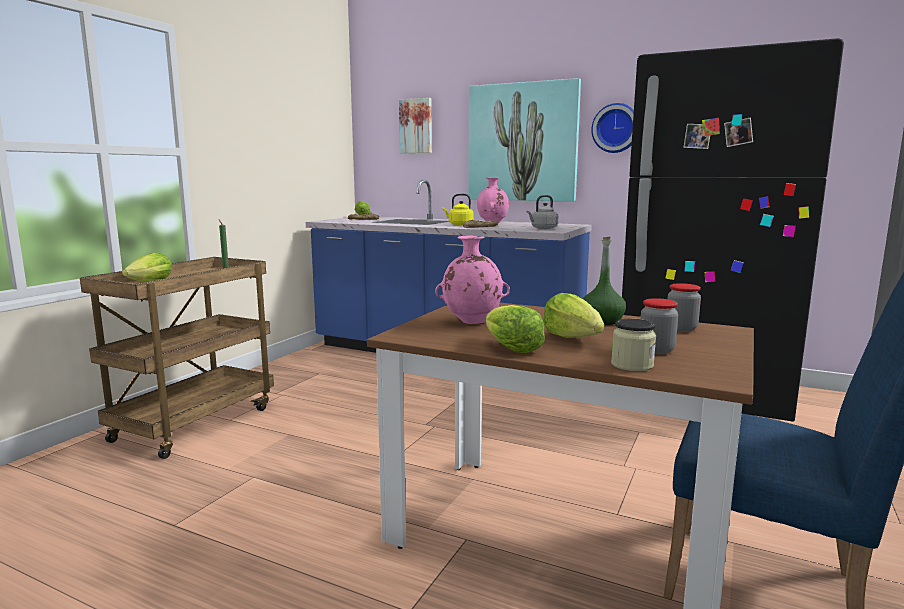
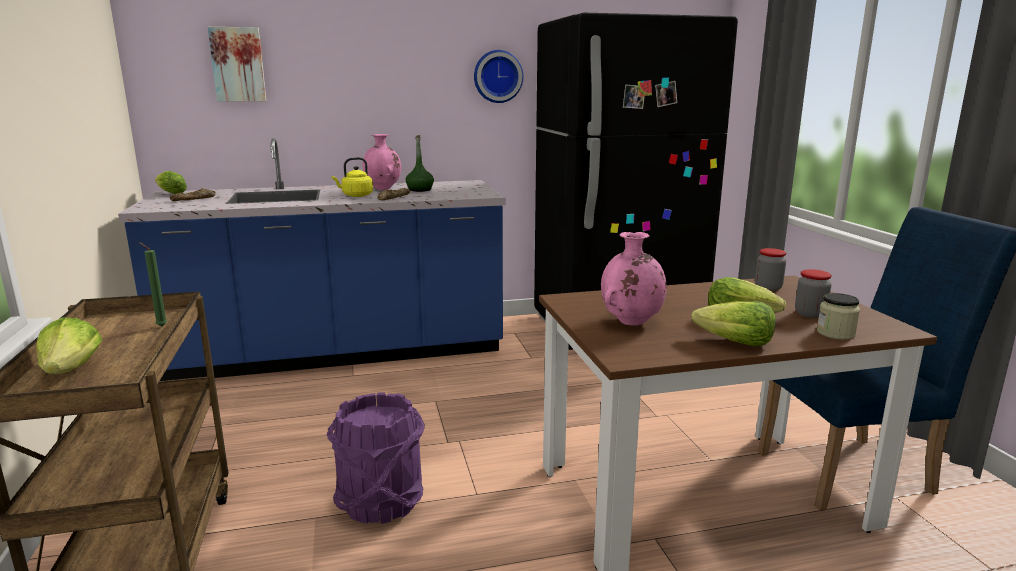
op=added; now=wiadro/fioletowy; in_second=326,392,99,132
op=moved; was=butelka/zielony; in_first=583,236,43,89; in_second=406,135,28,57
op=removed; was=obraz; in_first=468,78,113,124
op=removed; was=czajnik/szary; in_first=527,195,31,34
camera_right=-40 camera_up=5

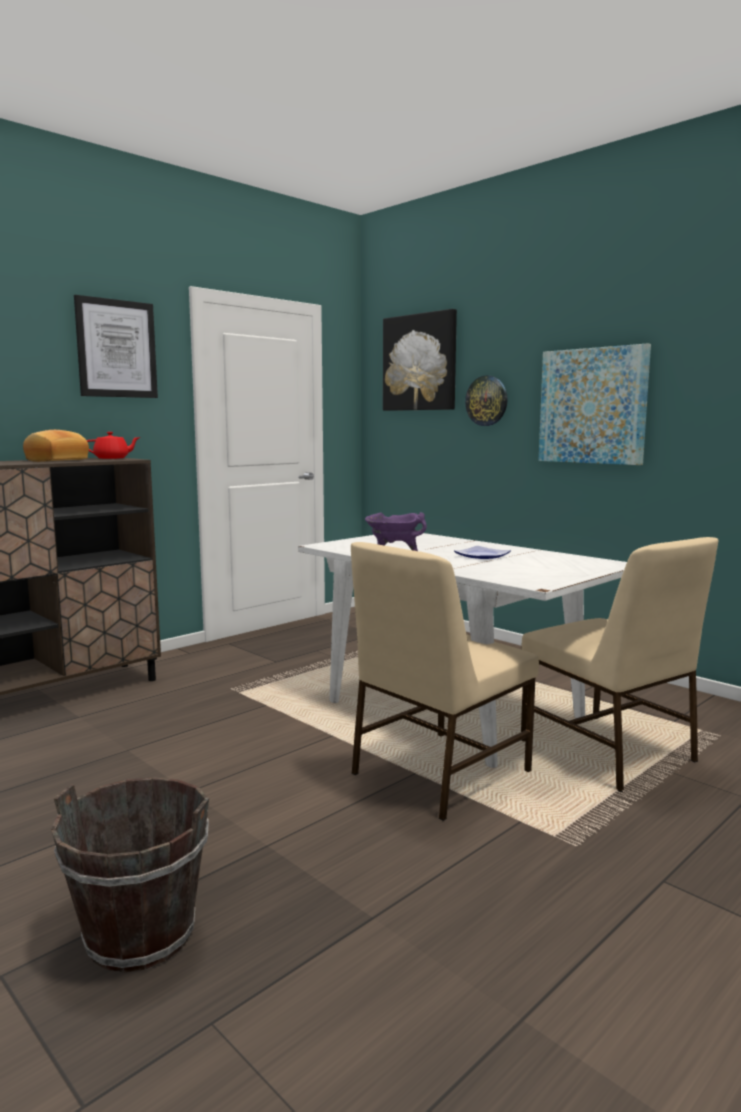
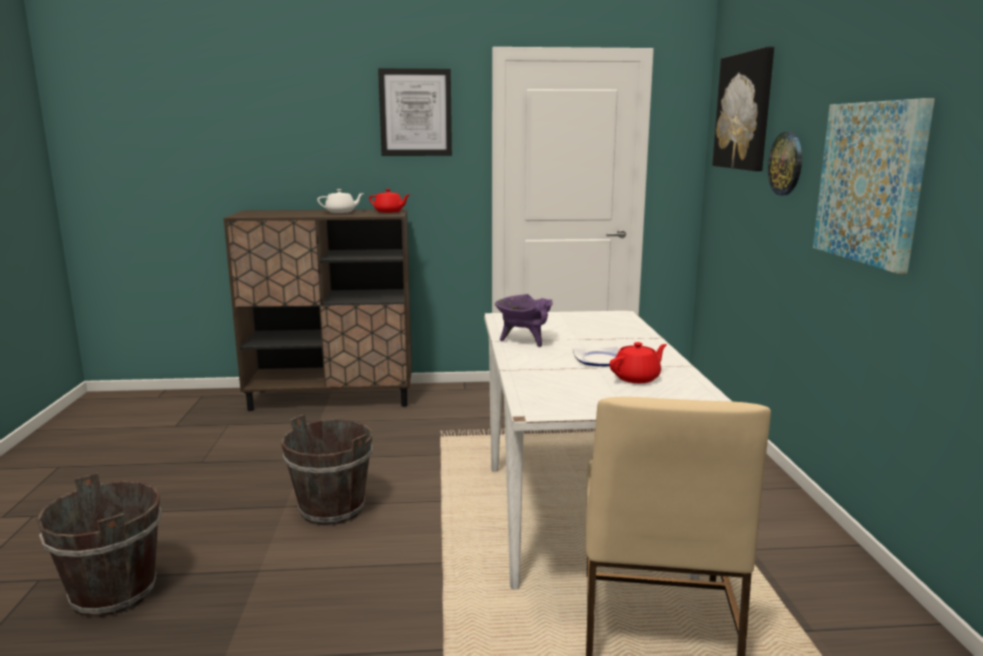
op=added; now=wiadro/brązowy; in_second=281,414,91,111
op=replaced; was=chleb; now=imbryk/biały; in_first=23,430,66,32; in_second=317,189,47,24
op=added; now=imbryk/czerwony; in_second=610,342,57,41
op=removed; was=krzesło/beżowy; in_first=351,542,188,279
camera_right=40 camera_up=5

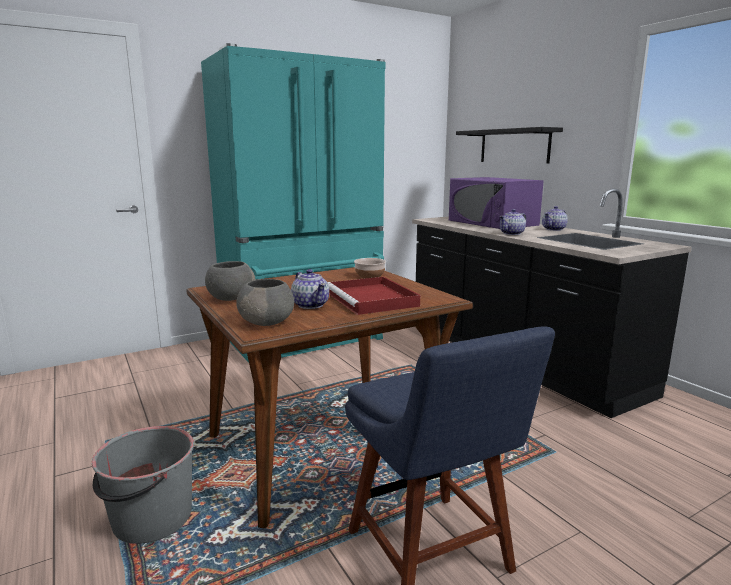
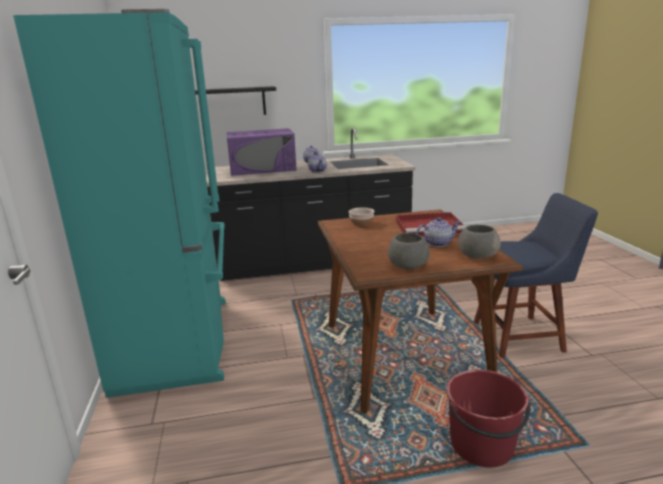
op=recoloured; was=wiadro/szary; now=wiadro/czerwony; in_first=92,426,102,118; in_second=446,370,84,97
camera_right=-70 camera_up=5

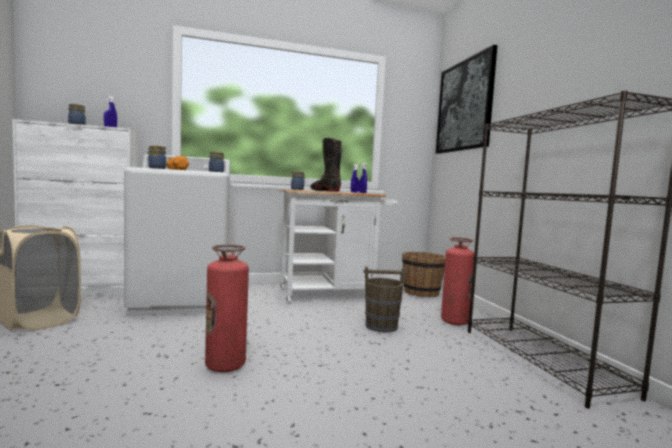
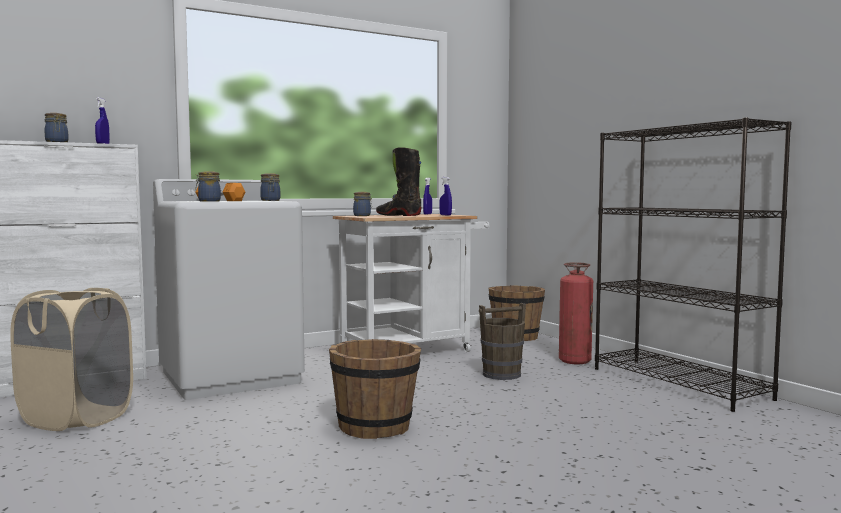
op=replaced; was=gaśnica; now=wiadro/brązowy; in_first=205,244,44,128; in_second=329,339,92,100
op=removed; was=obraz; in_first=436,45,61,109
camera_right=-15 camera_up=0

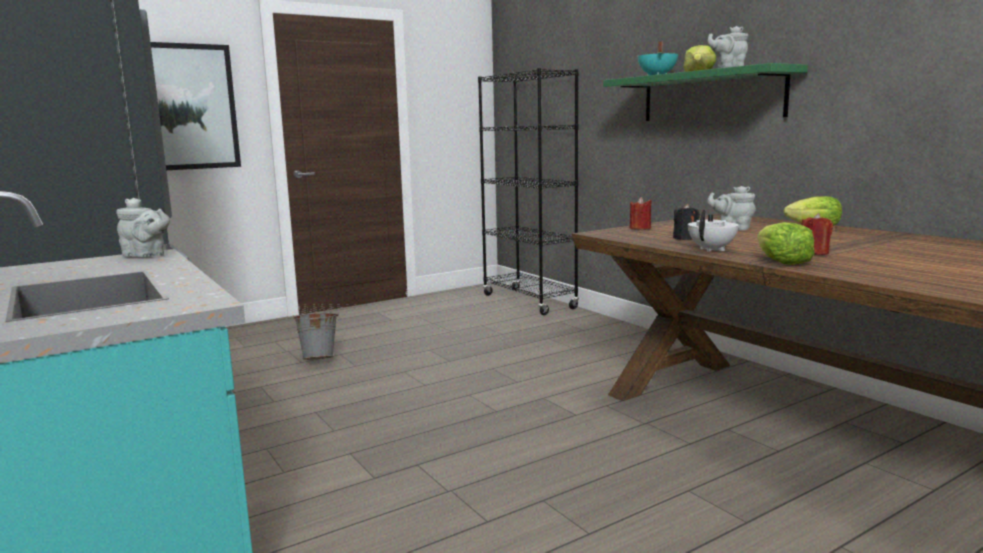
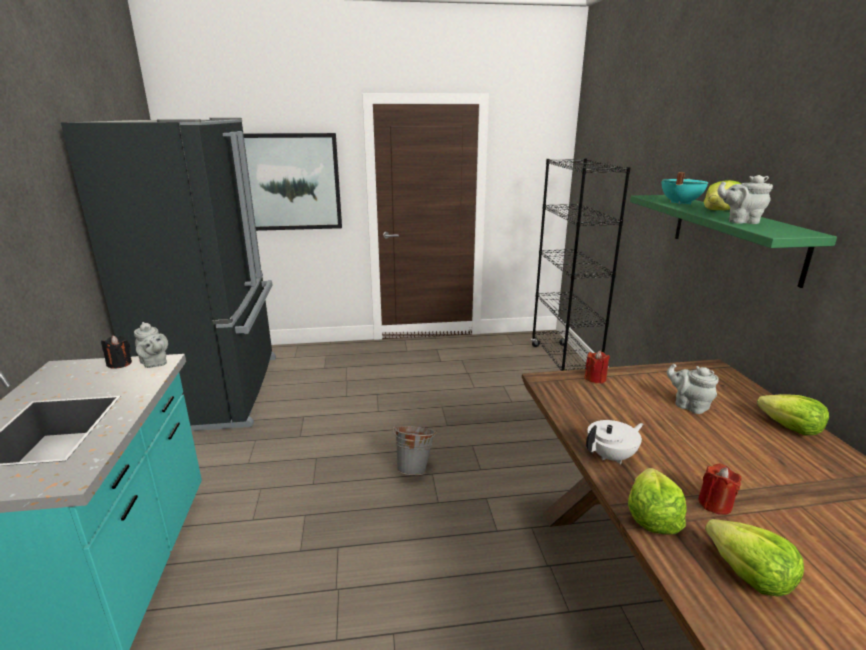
op=moved; was=świeca/czarny; in_first=673,204,27,36; in_second=101,335,31,33
op=moved; was=wiadro/szary; in_first=293,313,46,47; in_second=393,425,44,50
op=added; now=sałata; in_second=705,519,99,77
camera_right=25 camera_up=10

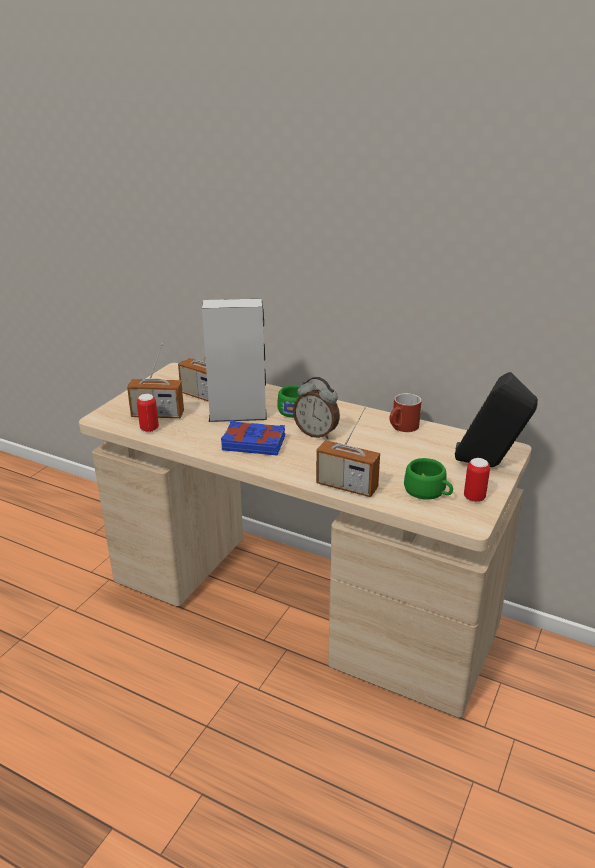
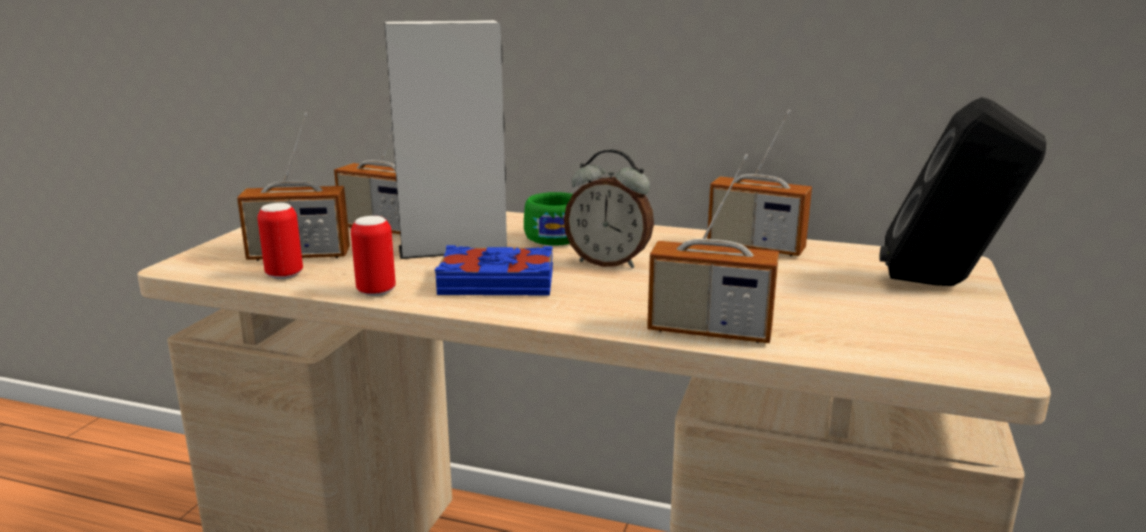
op=moved; was=puszka; in_first=464,458,26,44; in_second=351,216,45,80
op=replaced; was=kubek/czerwony; now=radio; in_first=389,393,33,39; in_second=707,110,105,146
op=removed; was=filiżanka/zielony; in_first=404,458,49,42
camera_right=-10 camera_up=-10

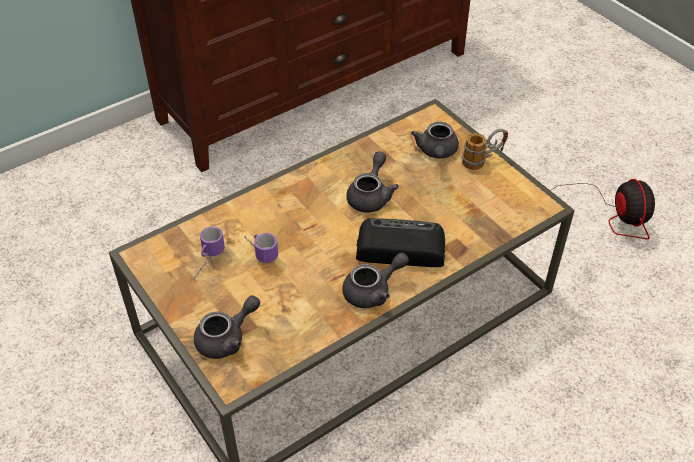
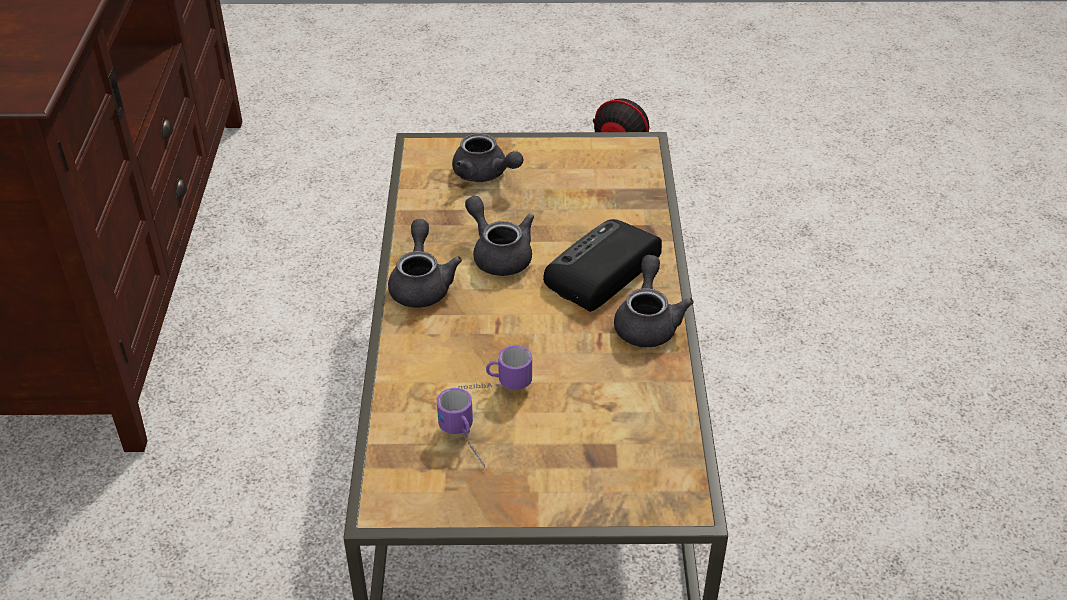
op=moved; was=imbryk/szary; in_first=194,295,66,64; in_second=388,219,74,89
op=removed; was=kubek; in_first=462,129,46,41
camera_right=-55 camera_up=-5

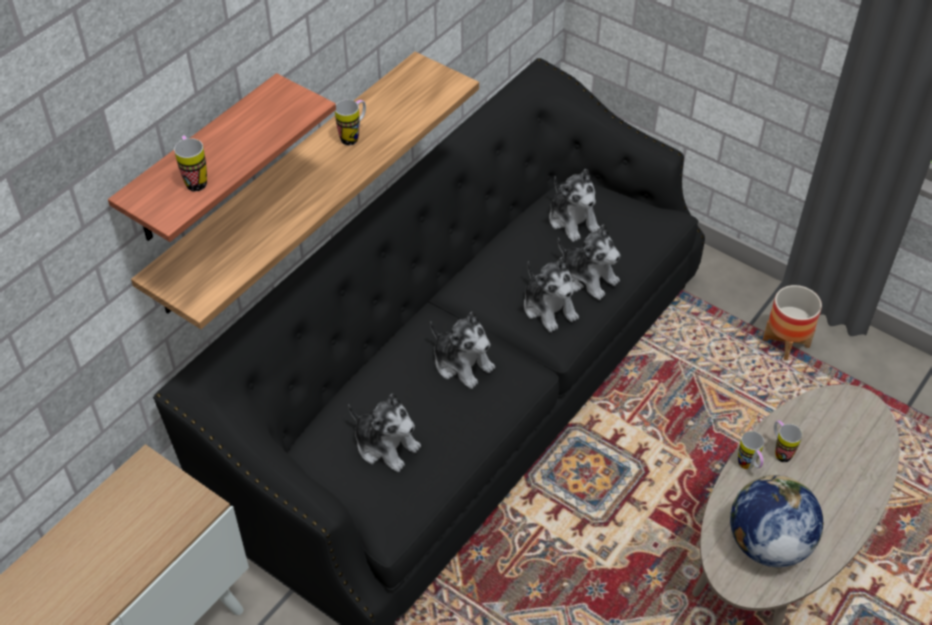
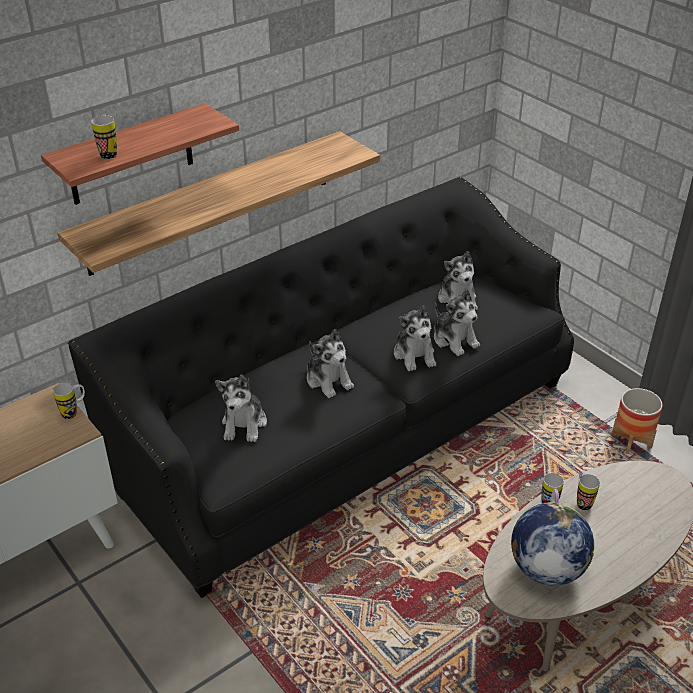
op=moved; was=kubek; in_first=335,100,31,45; in_second=53,382,32,37
op=turned; was=pluszak; in_first=348,394,73,78; in_second=215,375,52,67; clockwise=45
camera_right=15 camera_up=-10

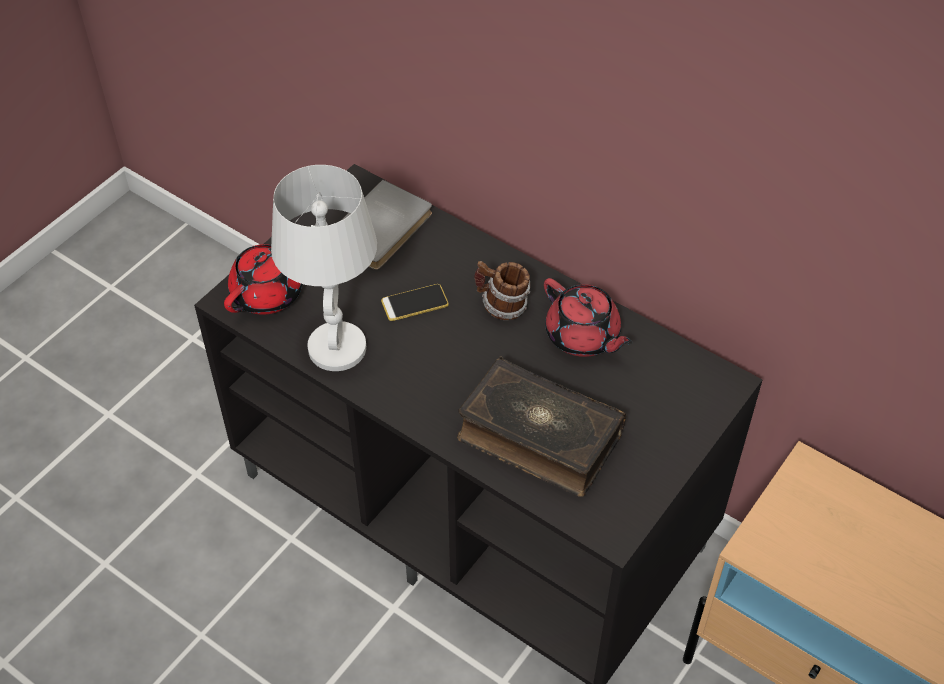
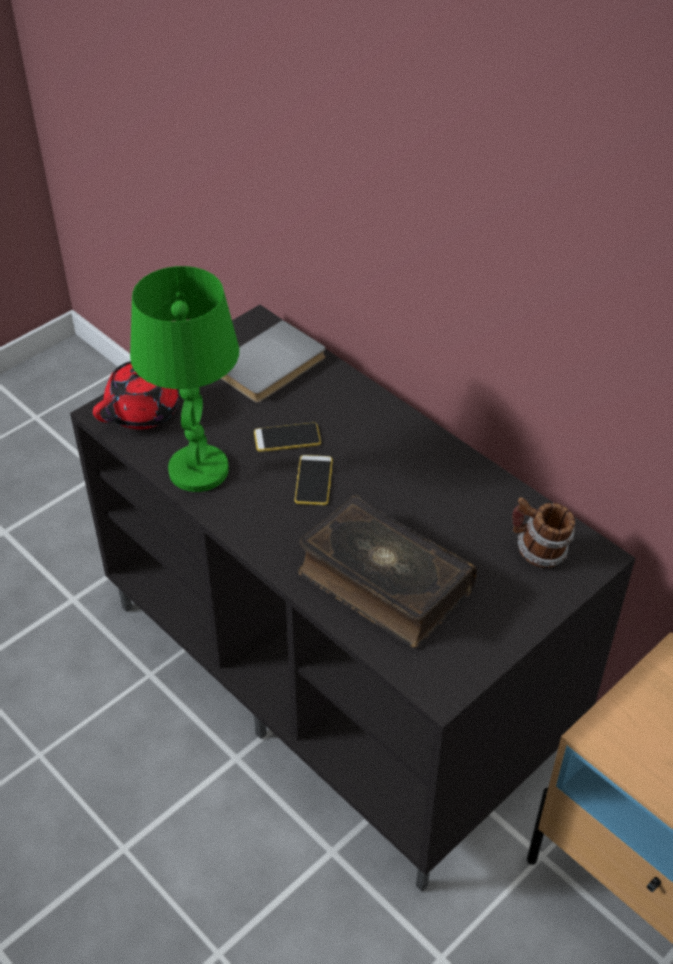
op=recoloured; was=lampa stołowa/biały; now=lampa stołowa/zielony; in_first=271,165,106,206; in_second=130,266,109,226
op=added; now=telefon; in_second=294,455,39,50
op=moved; was=kubek; in_first=475,261,55,59; in_second=512,497,63,71
op=removed; was=imbryk/czerwony; in_first=544,278,89,79
camera_right=10 camera_up=-5

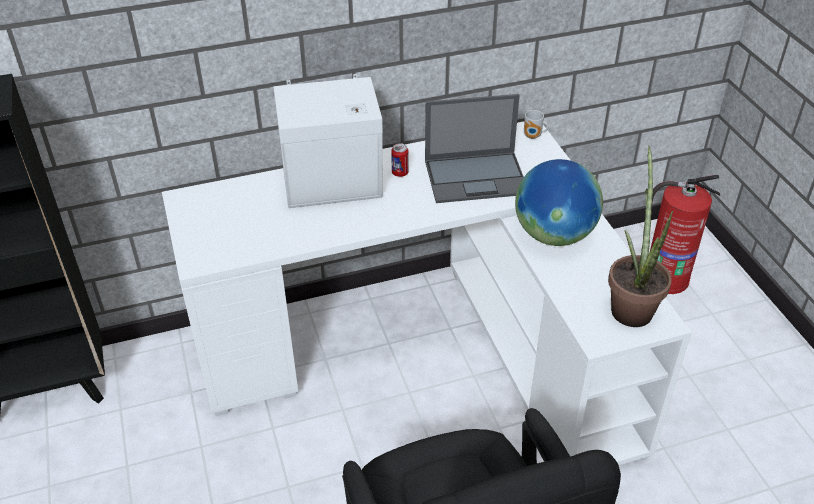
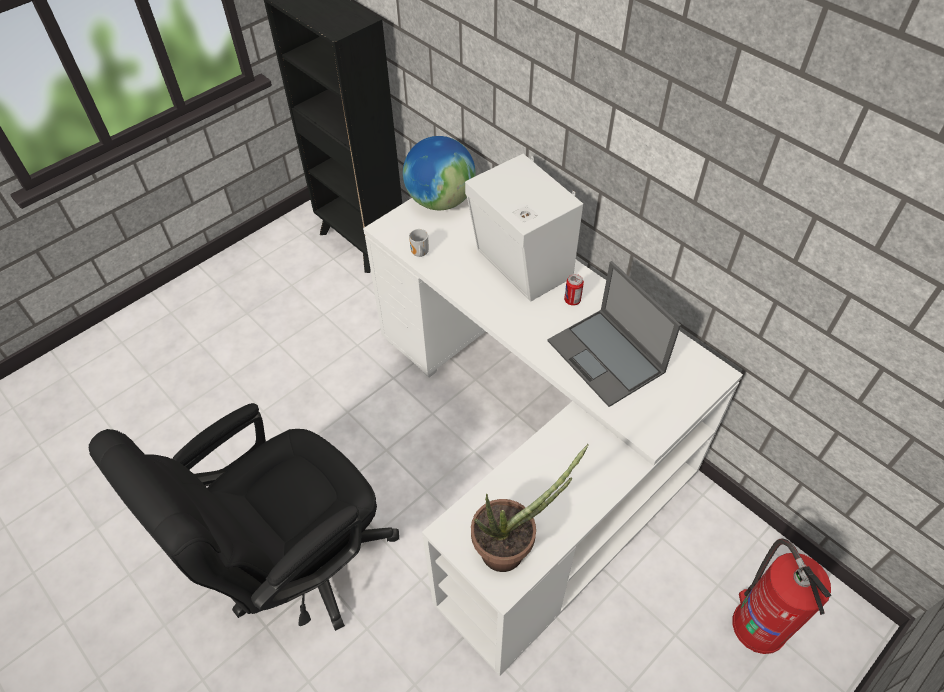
op=moved; was=globus; in_first=515,159,88,87; in_second=403,136,73,74
op=moved; was=kubek; in_first=524,110,24,29; in_second=409,229,20,28
camera_right=65 camera_up=10

